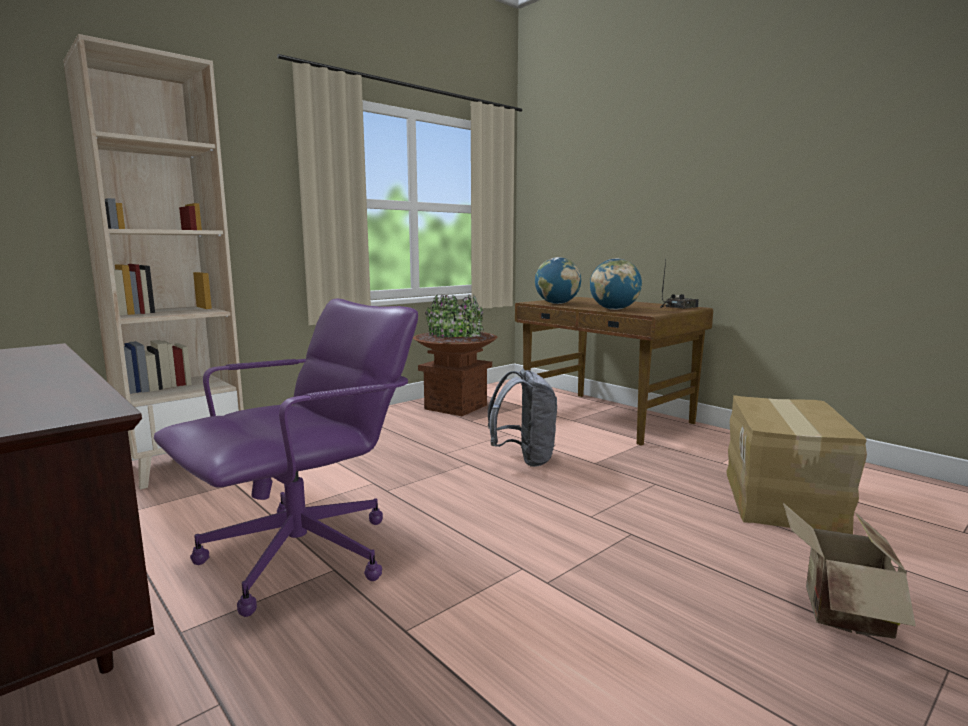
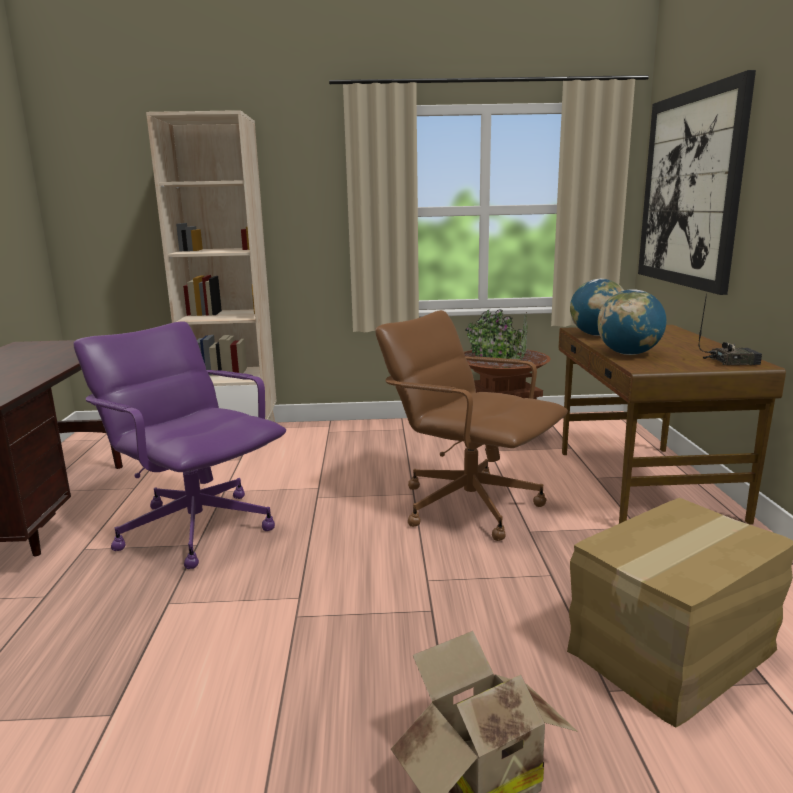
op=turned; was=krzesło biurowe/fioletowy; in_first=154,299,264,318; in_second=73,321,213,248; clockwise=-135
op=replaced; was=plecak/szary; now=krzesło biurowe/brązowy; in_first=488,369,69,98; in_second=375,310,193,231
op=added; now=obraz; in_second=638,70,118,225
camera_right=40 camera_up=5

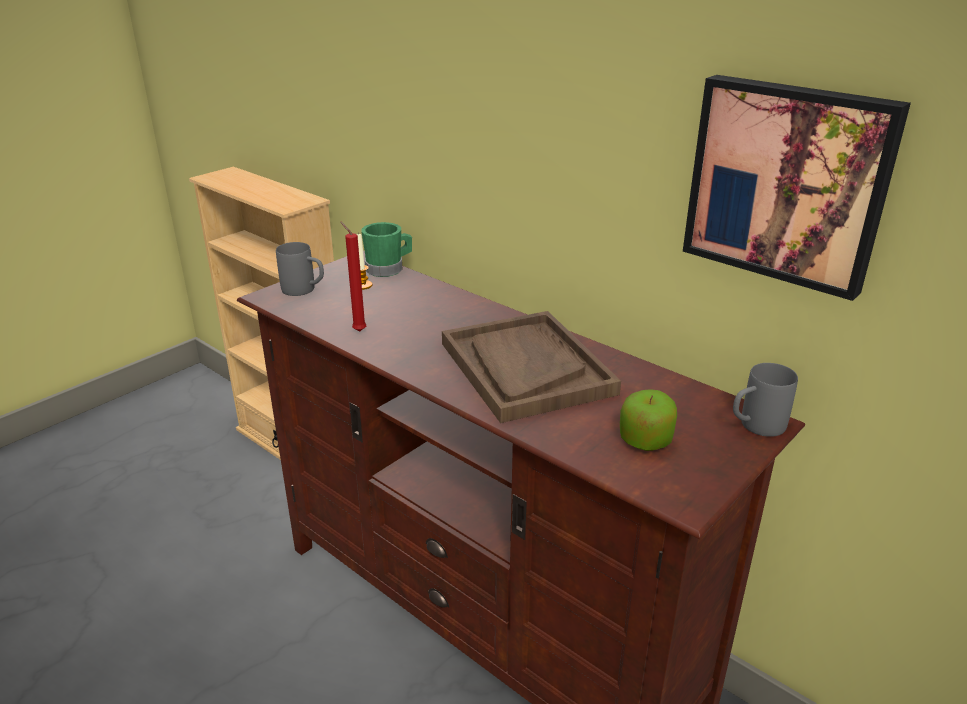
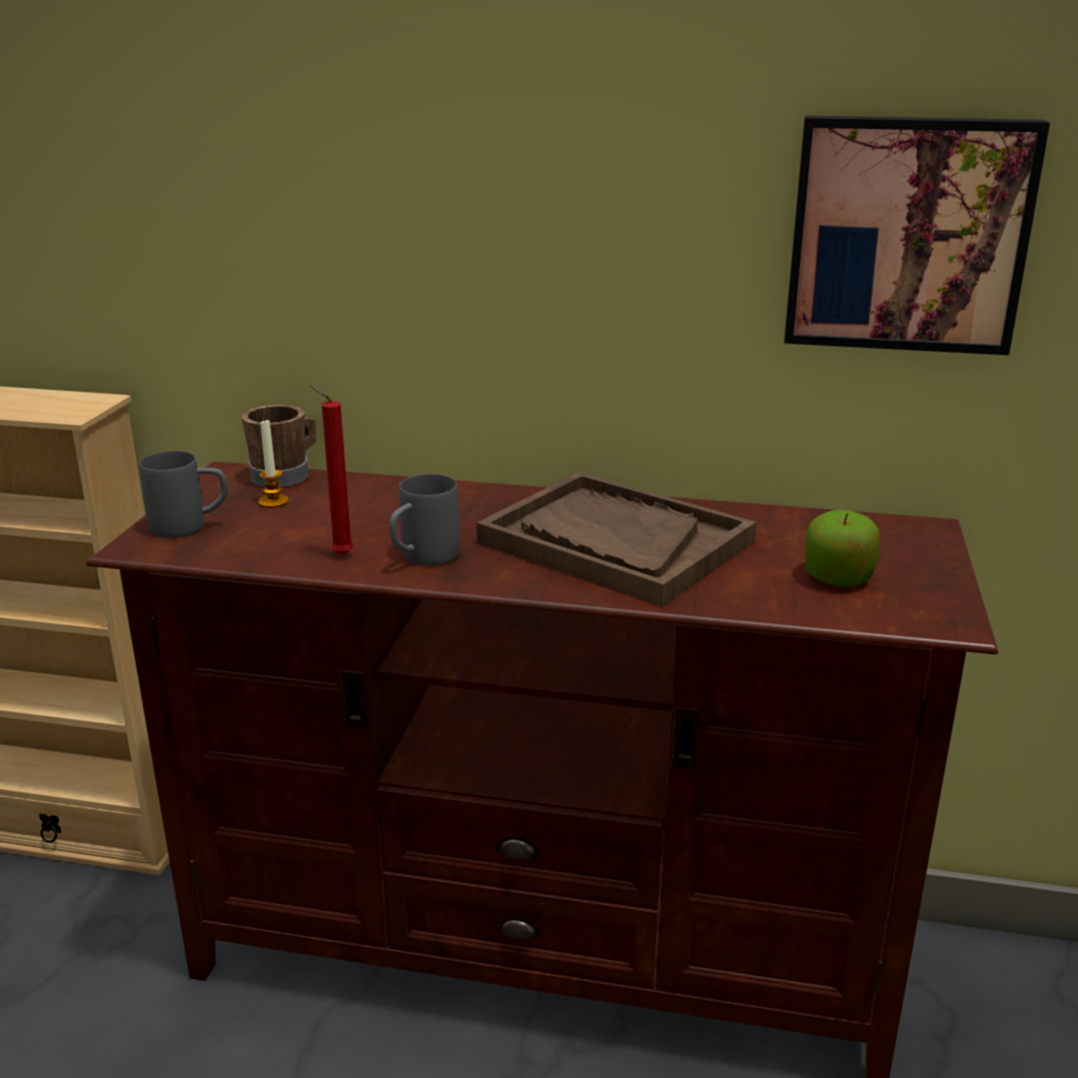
op=recoloured; was=kubek/zielony; now=kubek/brązowy; in_first=361,222,51,55; in_second=242,405,74,82
op=moved; was=kubek/szary; in_first=733,363,65,74; in_second=390,474,69,92
camera_right=-30 camera_up=-5

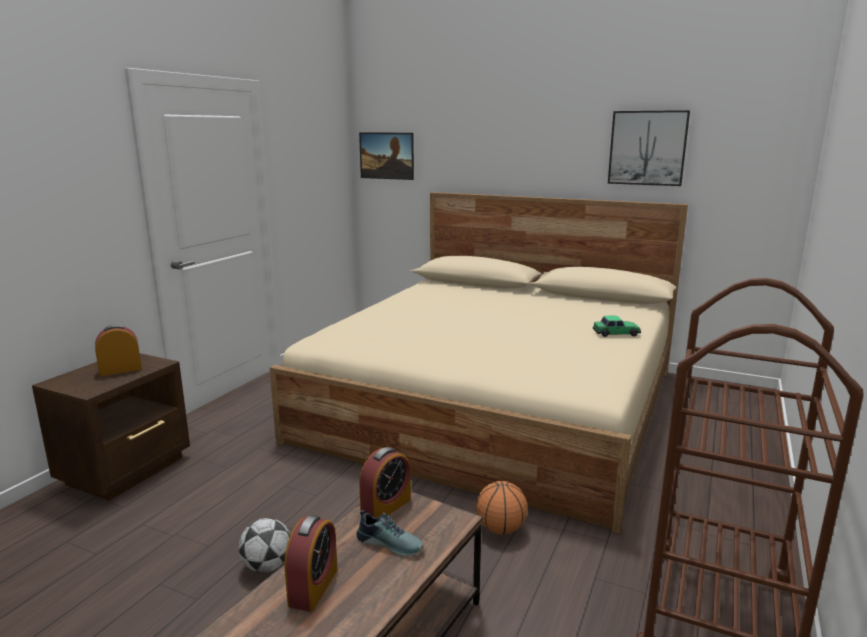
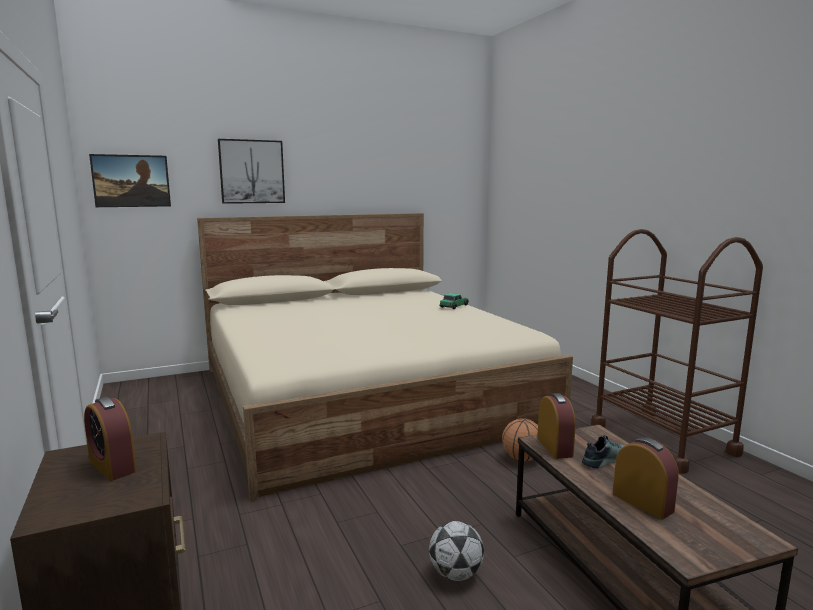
op=turned; was=budzik; in_first=95,324,47,52; in_second=84,397,53,84; clockwise=-60
op=moved; was=obraz; in_first=608,110,82,76; in_second=218,139,67,65
camera_right=-50 camera_up=-5

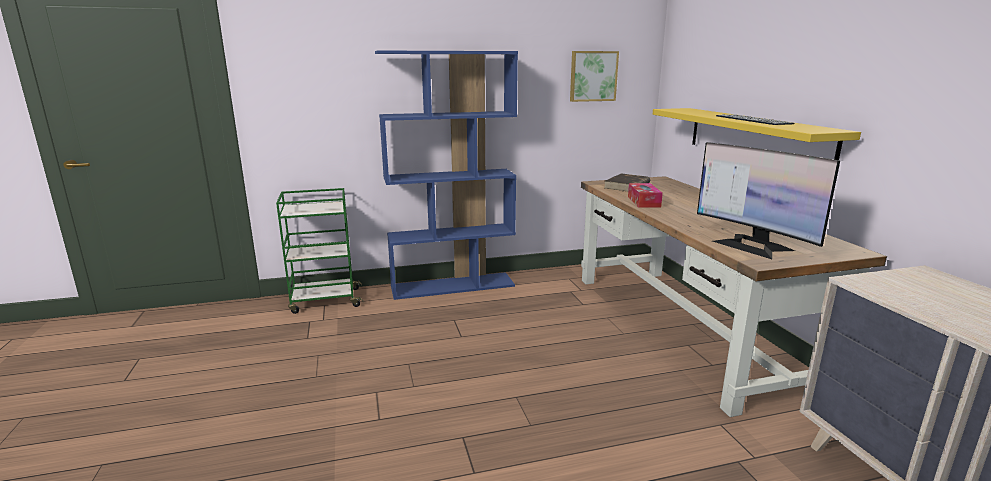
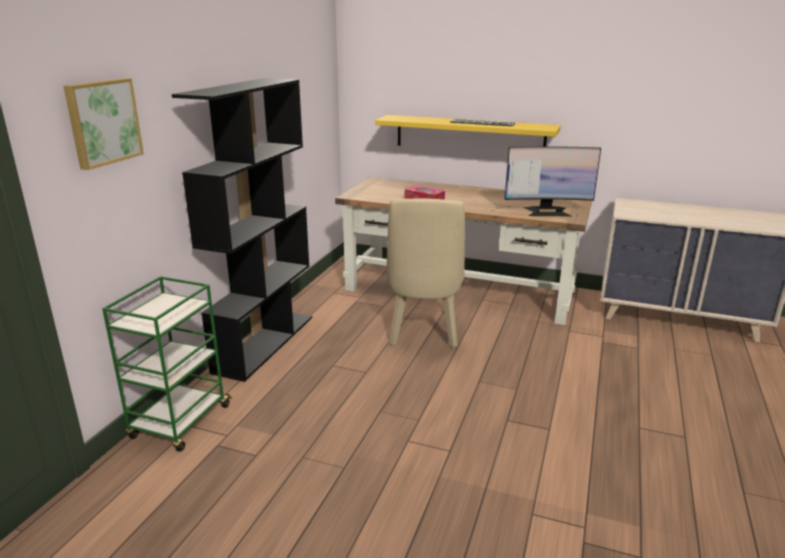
op=moved; was=obraz; in_first=570,51,49,51; in_second=63,78,81,92
op=recoloured; was=regał/niebieski; now=regał/czarny; in_first=375,51,143,249; in_second=172,78,140,304
op=added; now=krzesło/beżowy; in_second=386,198,79,150
op=removed; was=książka/brązowy; in_first=605,173,45,18
camera_right=-55 camera_up=5

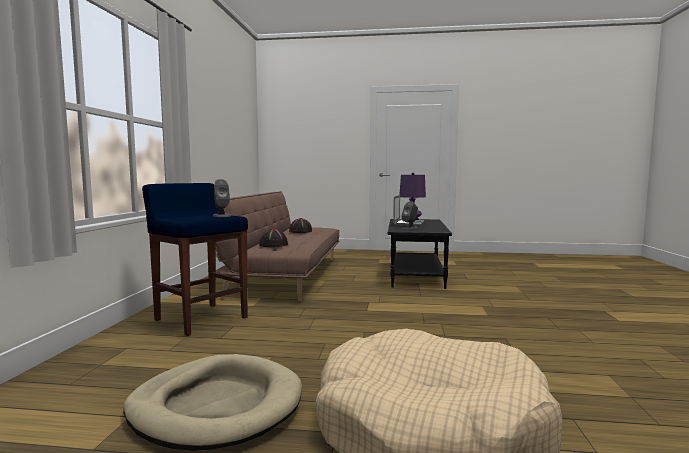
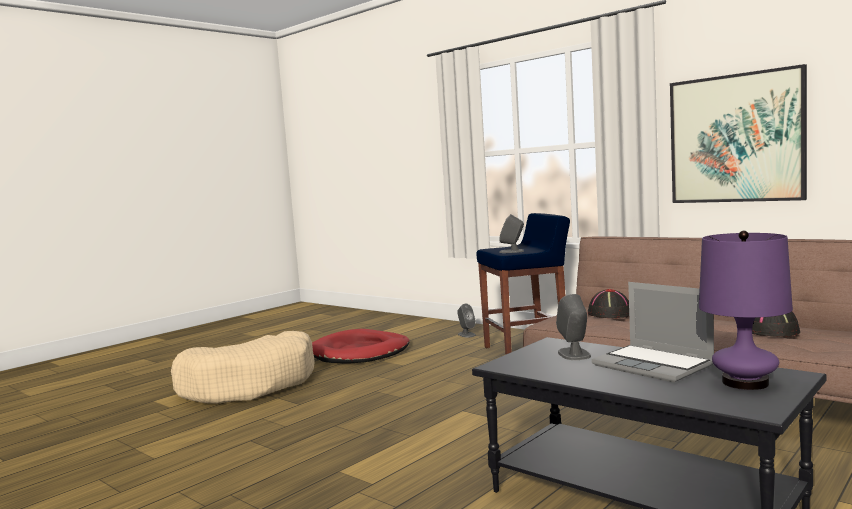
op=recoloured; was=legowisko/beżowy; now=legowisko/czerwony; in_first=123,354,179,97; in_second=312,329,98,34
op=added; now=głośnik/szary; in_second=457,304,19,34
op=added; now=obraz; in_second=670,64,137,139
camera_right=125 camera_up=0

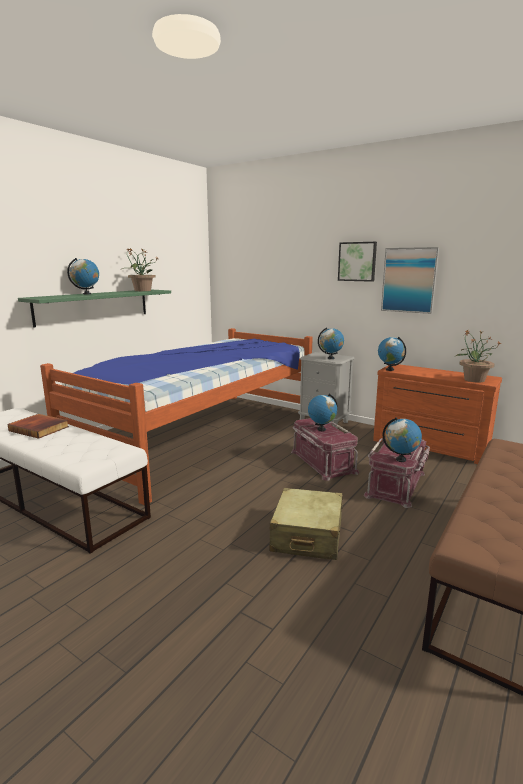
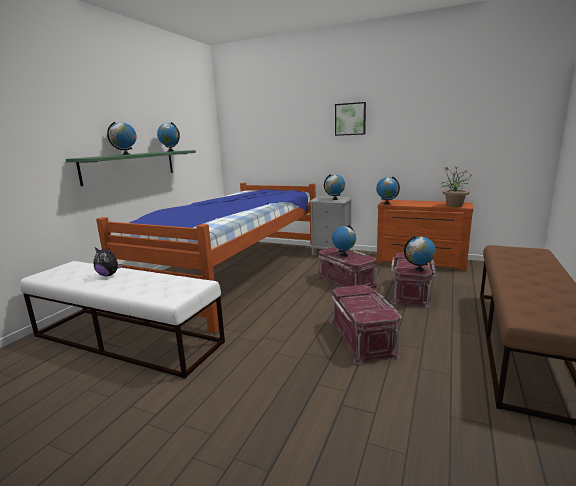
op=replaced; was=książka; now=pluszak; in_first=7,414,62,25; in_second=94,248,29,28
op=replaced; was=roślina doniczkowa; now=globus; in_first=122,248,36,43; in_second=157,122,23,30
op=replaced; was=walizka/beżowy; now=pojemnik do przechowywania/czerwony; in_first=269,488,74,72; in_second=330,285,72,80
op=removed; was=obraz; in_first=381,247,58,67
camera_right=-10 camera_up=0

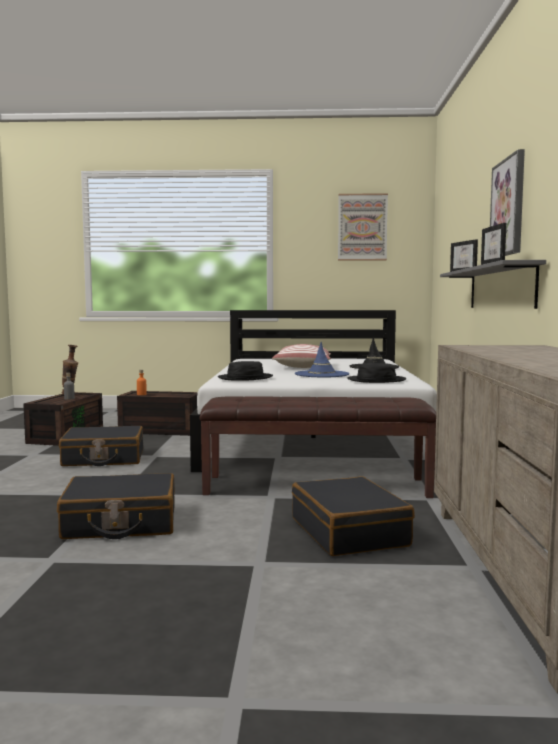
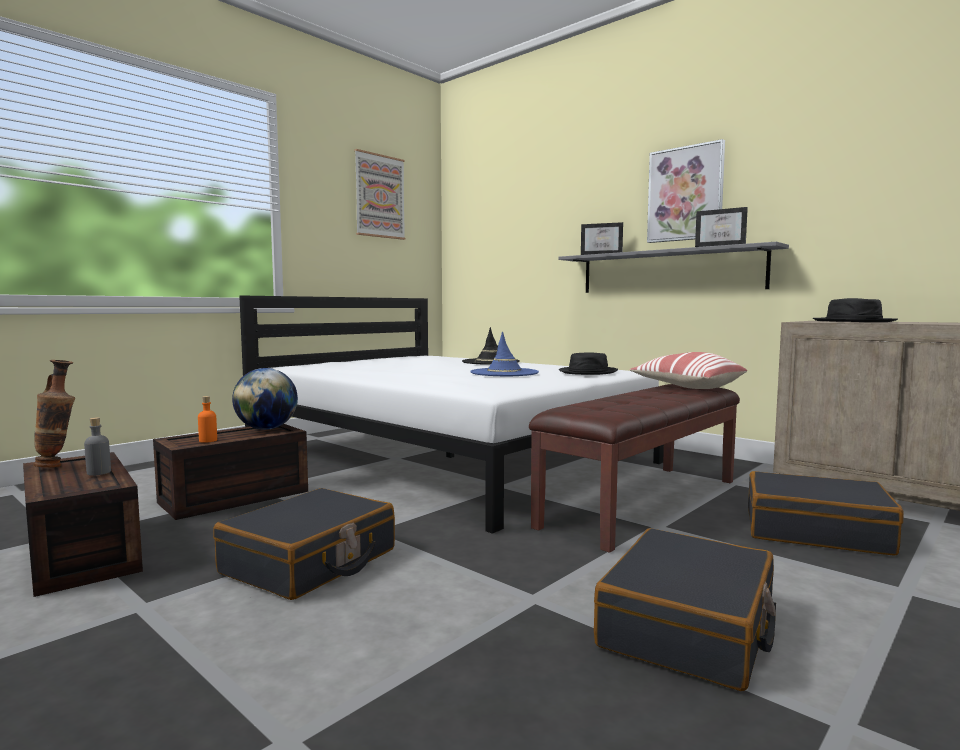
op=added; now=globus; in_second=232,368,66,62
op=moved; was=poduszka; in_first=272,344,59,24; in_second=630,352,117,37
op=moved; was=kapelusz/czarny; in_first=218,361,55,20; in_second=813,298,85,24
camera_right=-50 camera_up=0

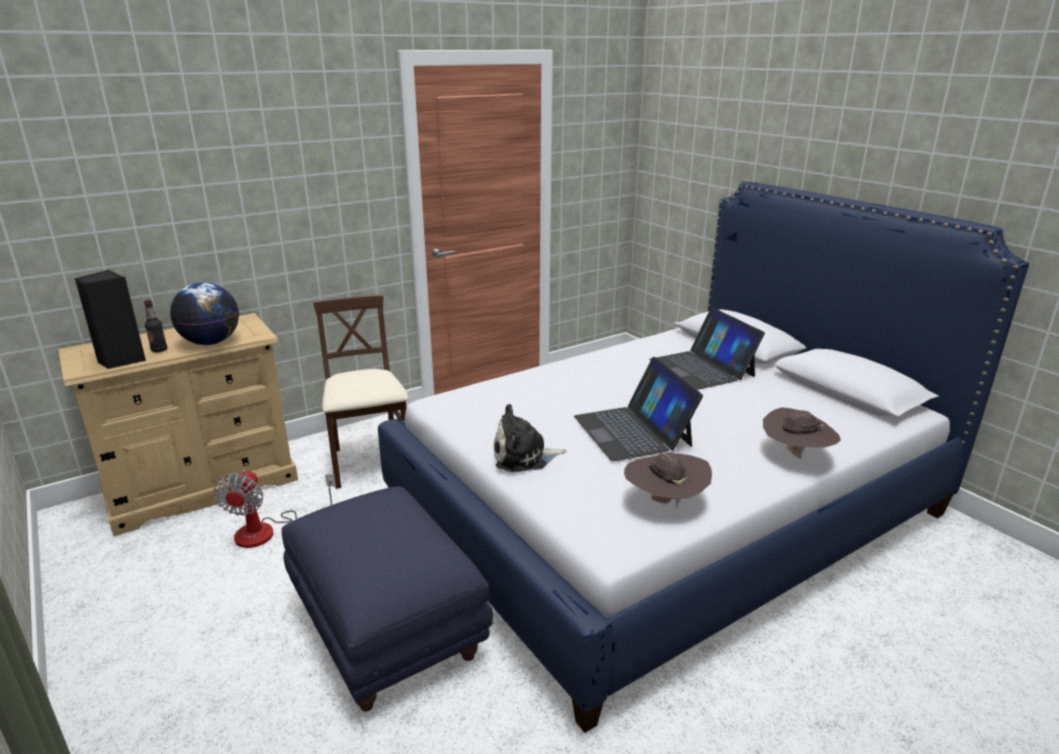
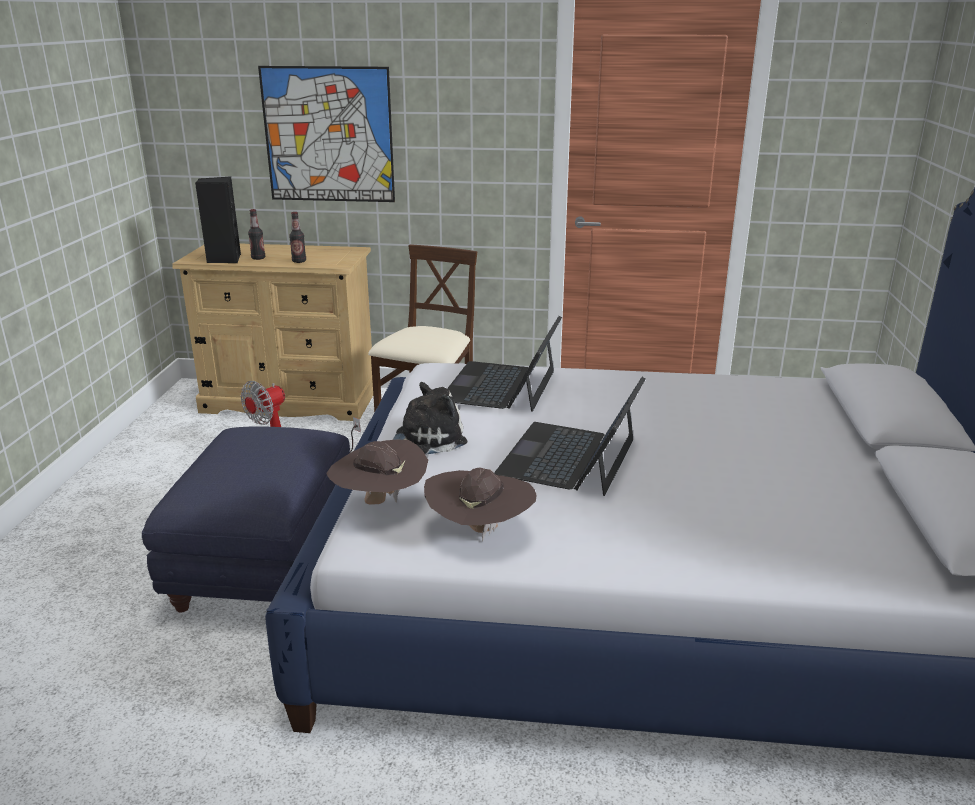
op=added; now=obraz; in_second=258,66,137,136
op=replaced; was=globus; now=butelka; in_first=170,282,69,63; in_second=289,212,17,51
op=moved; was=kapelusz/brązowy; in_first=763,407,78,52; in_second=326,439,102,66
op=turned; was=pluszak; in_first=494,404,72,68; in_second=393,382,74,73; clockwise=120
op=moved; was=laptop; in_first=649,307,116,83; in_second=447,316,115,96
camera_right=40 camera_up=0

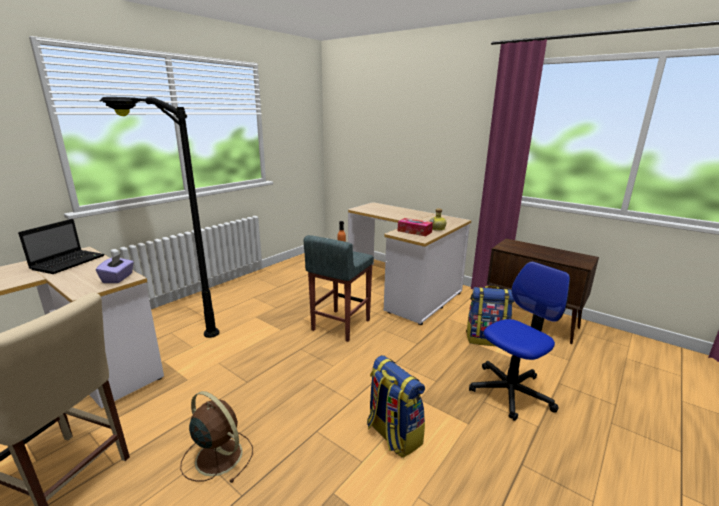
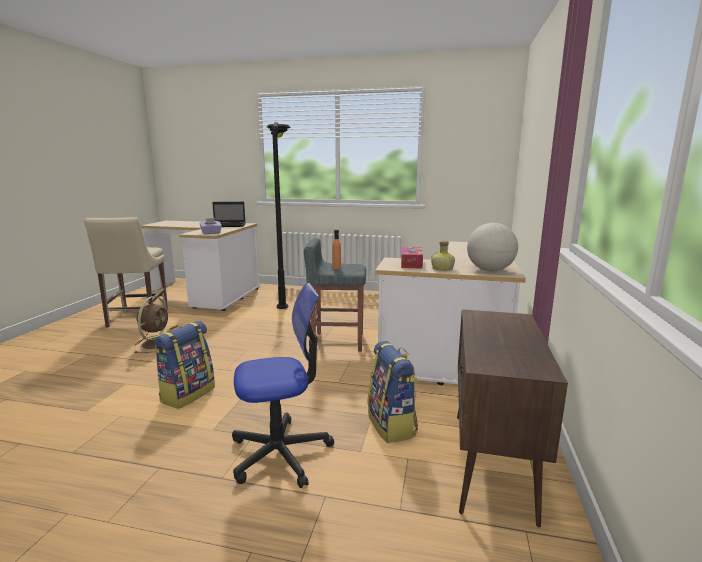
op=turned; was=krzesło biurowe; in_first=469,262,101,159; in_second=232,283,102,205; clockwise=-45
op=added; now=globus; in_second=467,223,51,48
camera_right=65 camera_up=-5

